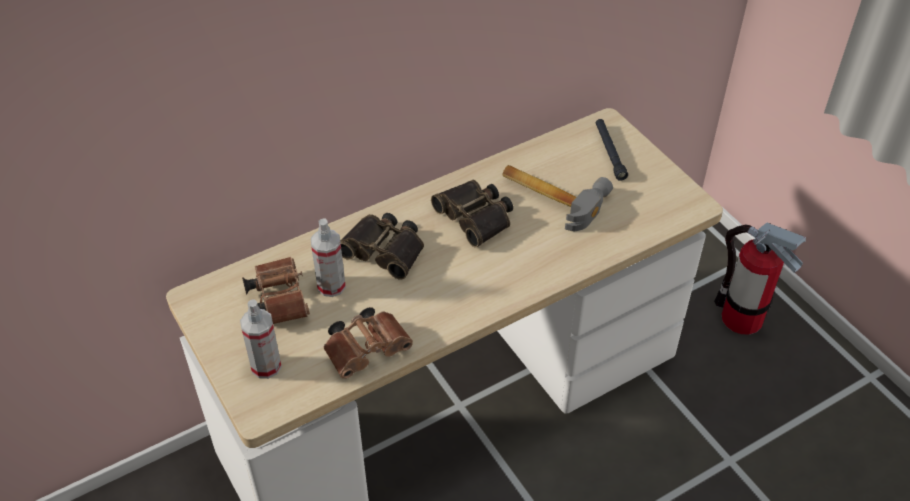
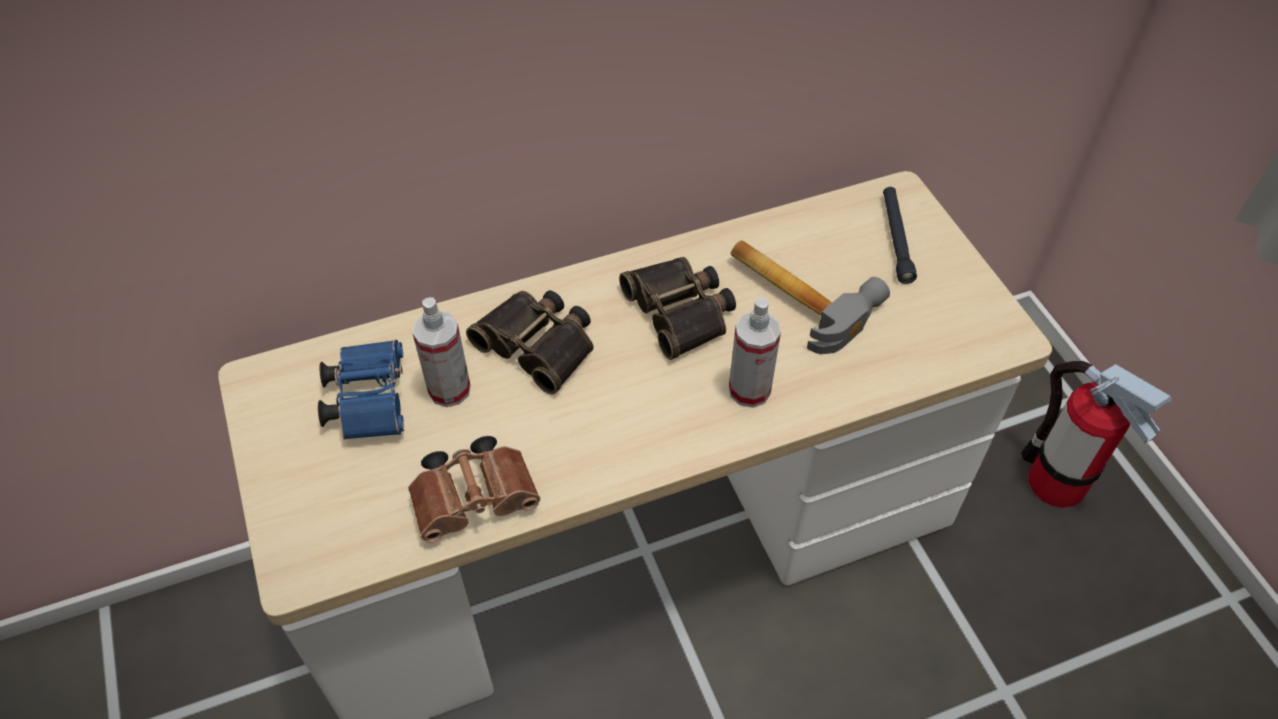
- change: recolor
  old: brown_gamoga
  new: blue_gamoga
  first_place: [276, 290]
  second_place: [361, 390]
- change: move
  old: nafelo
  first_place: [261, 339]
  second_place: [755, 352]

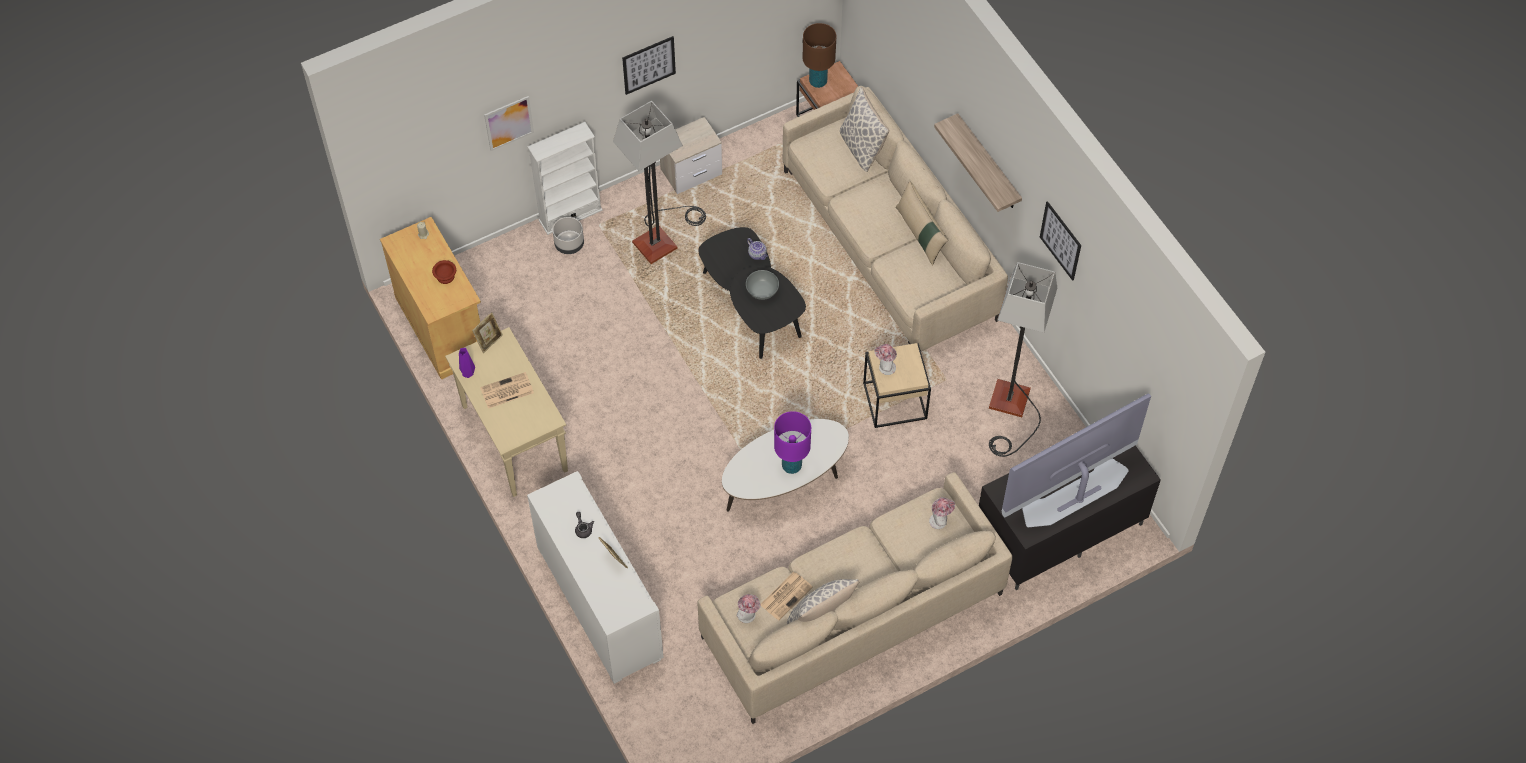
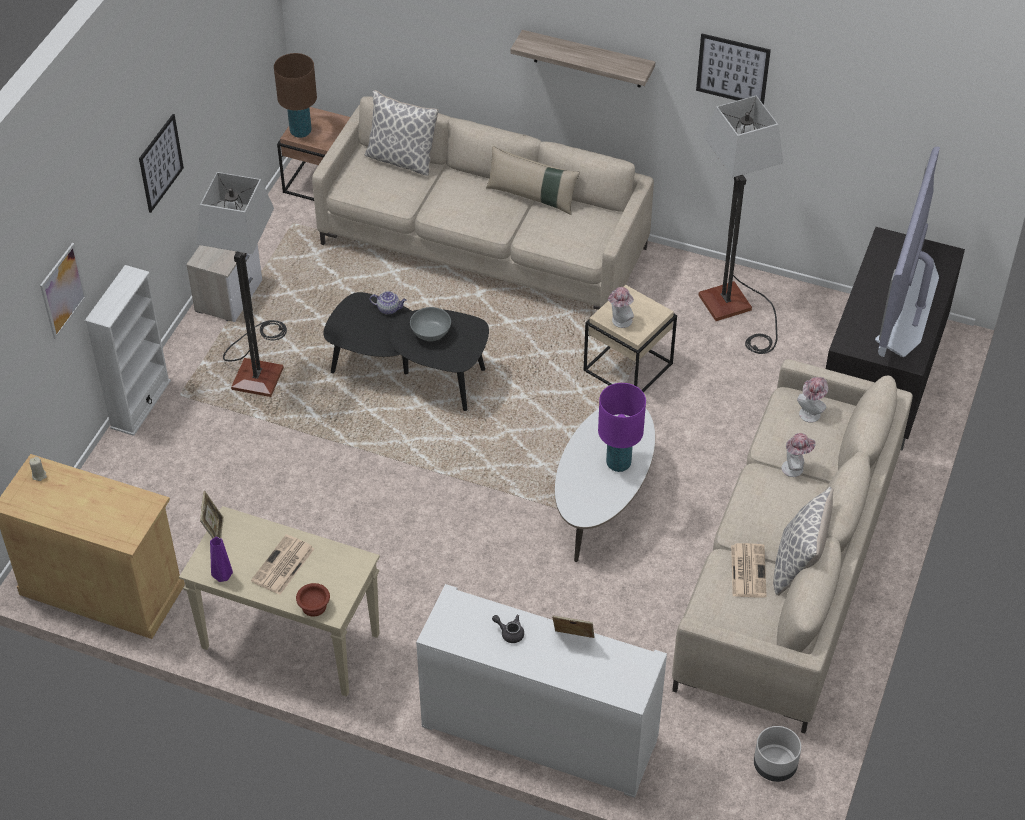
- change: move
  old: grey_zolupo
  first_place: [568, 235]
  second_place: [777, 754]
- change: move
  old: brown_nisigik
  first_place: [444, 272]
  second_place: [313, 600]
- change: move
  old: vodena
  first_place: [749, 608]
  second_place: [799, 455]

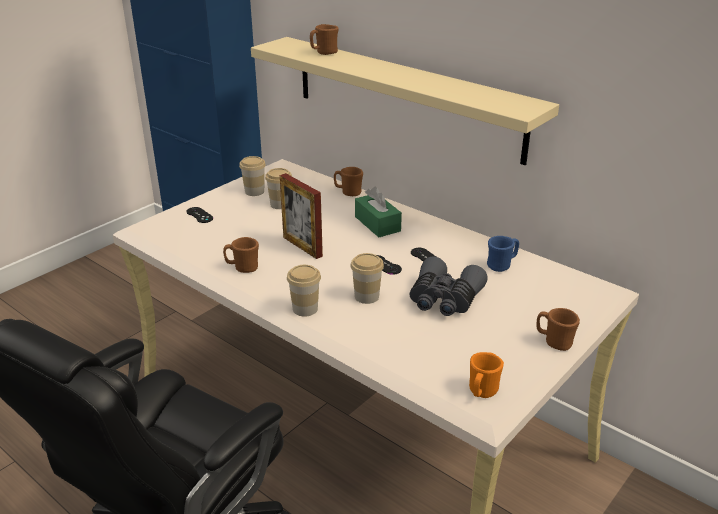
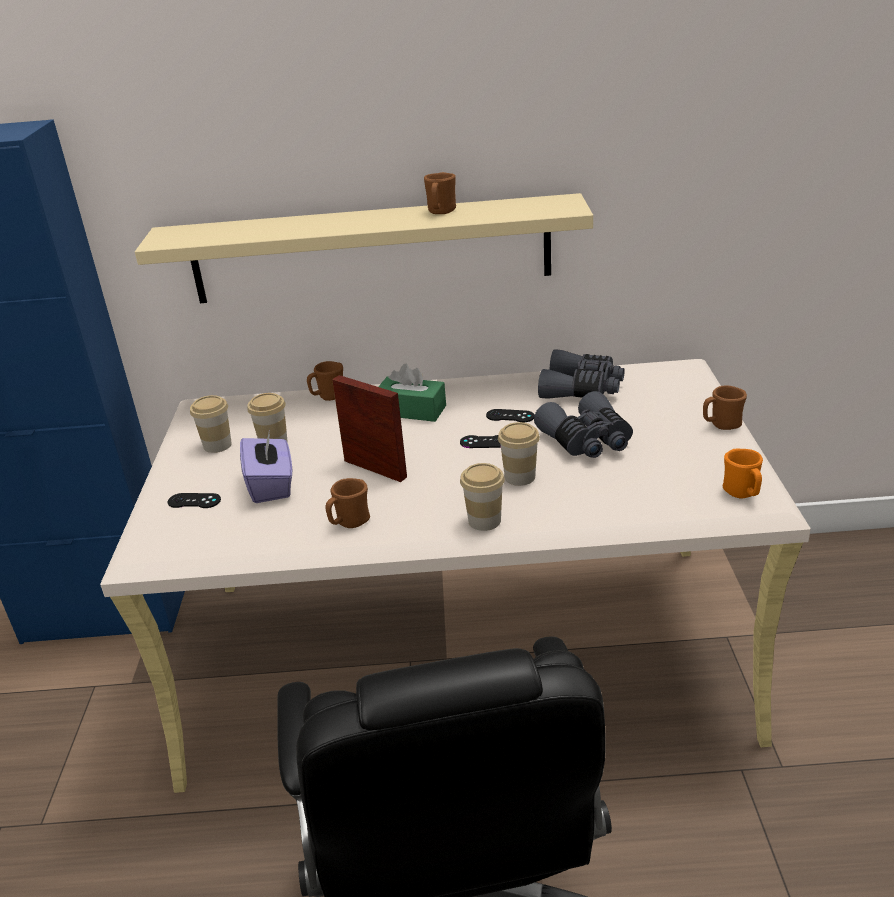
- change: move
  old: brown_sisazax
  first_place: [324, 39]
  second_place: [440, 193]
- change: rotate
  old: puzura
  first_place: [301, 216]
  second_place: [369, 428]
  degrees: -150
- change: replace
  old: blue_sisazax
  new: grey_gamoga
  first_place: [503, 254]
  second_place: [581, 374]
- change: insert
  new: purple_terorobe
  second_place: [266, 466]

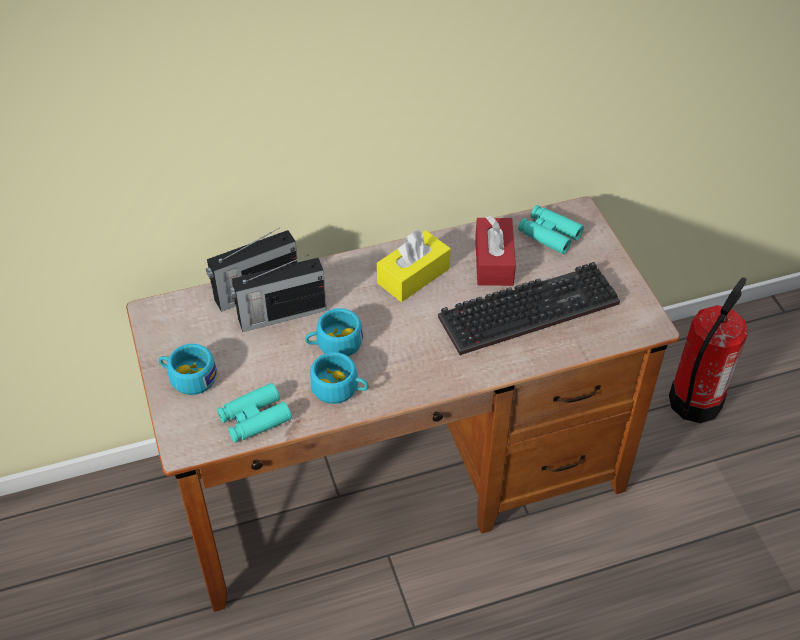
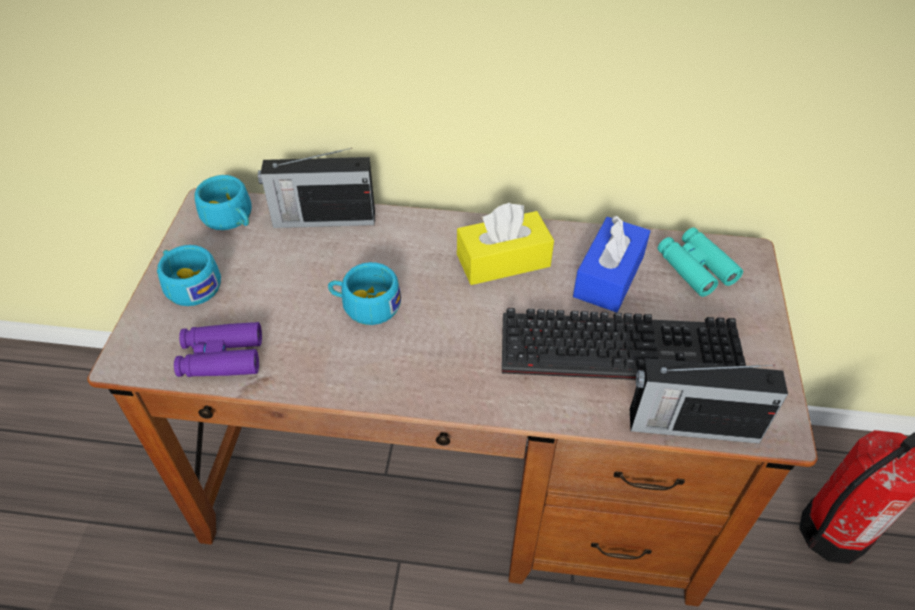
- change: recolor
  old: red_terorobe
  new: blue_terorobe
  first_place: [495, 251]
  second_place: [611, 264]
- change: move
  old: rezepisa
  first_place: [278, 293]
  second_place: [709, 401]
- change: move
  old: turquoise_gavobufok
  first_place: [339, 378]
  second_place: [223, 202]
- change: recolor
  old: turquoise_gamoga
  new: purple_gamoga
  first_place: [254, 413]
  second_place: [218, 349]

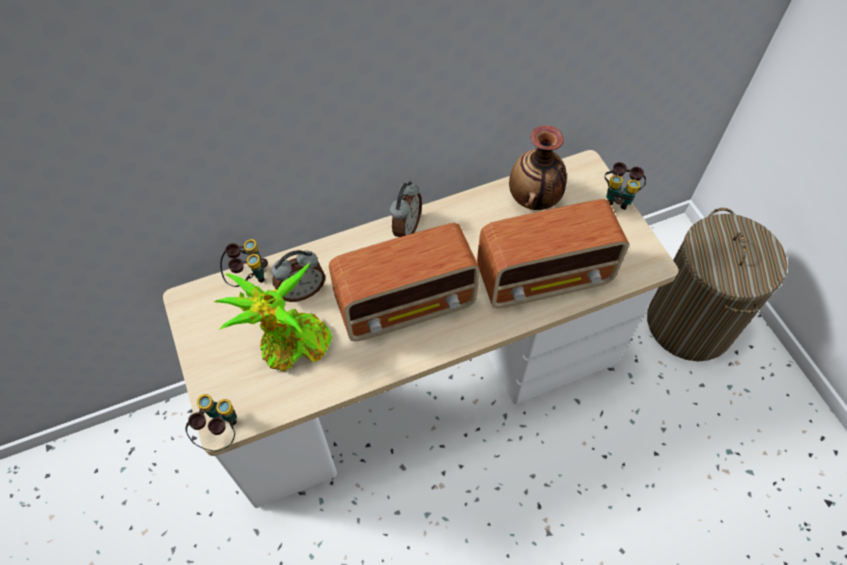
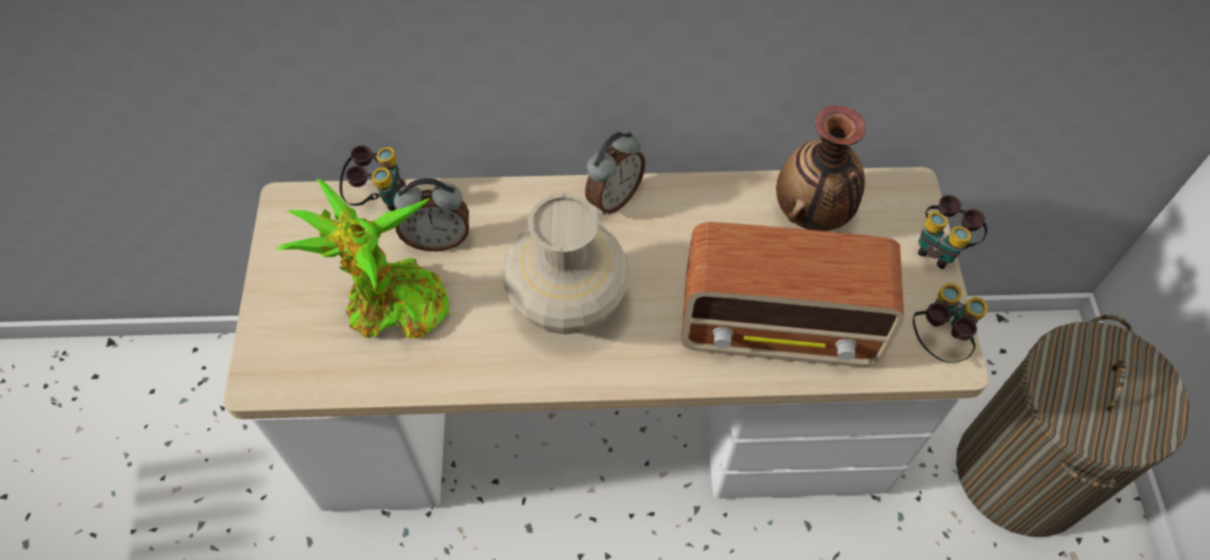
- change: replace
  old: rezepisa
  new: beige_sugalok
  first_place: [404, 282]
  second_place: [566, 263]
- change: move
  old: gamoga
  first_place: [211, 422]
  second_place: [950, 323]

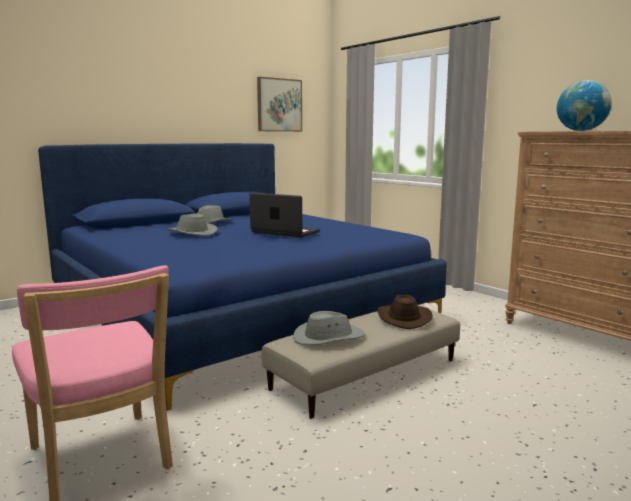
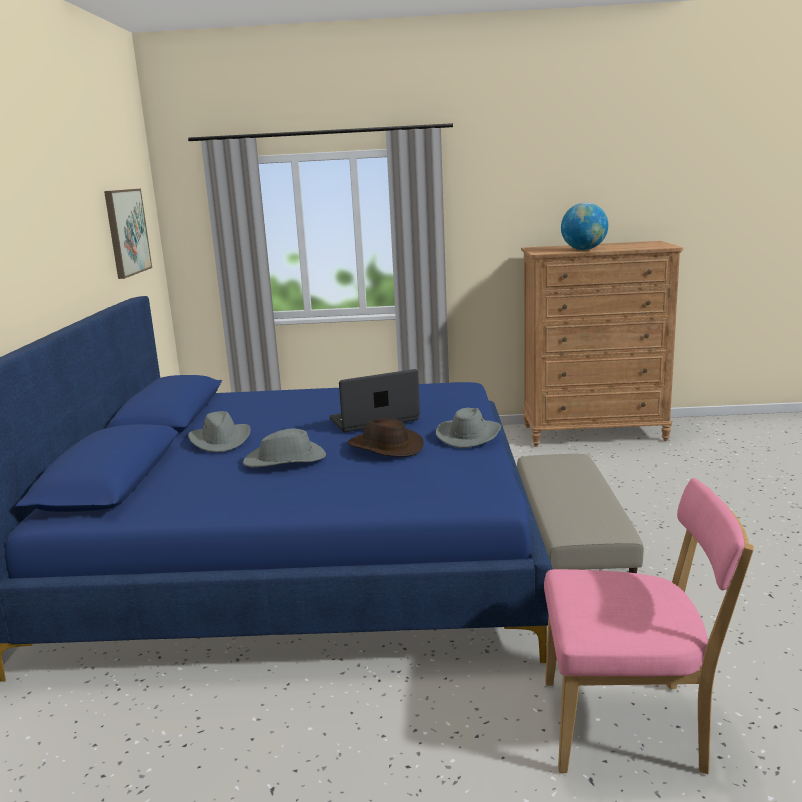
- change: move
  old: brown_vodena
  first_place: [405, 312]
  second_place: [385, 437]
- change: move
  old: grey_vodena
  first_place: [329, 328]
  second_place: [468, 428]

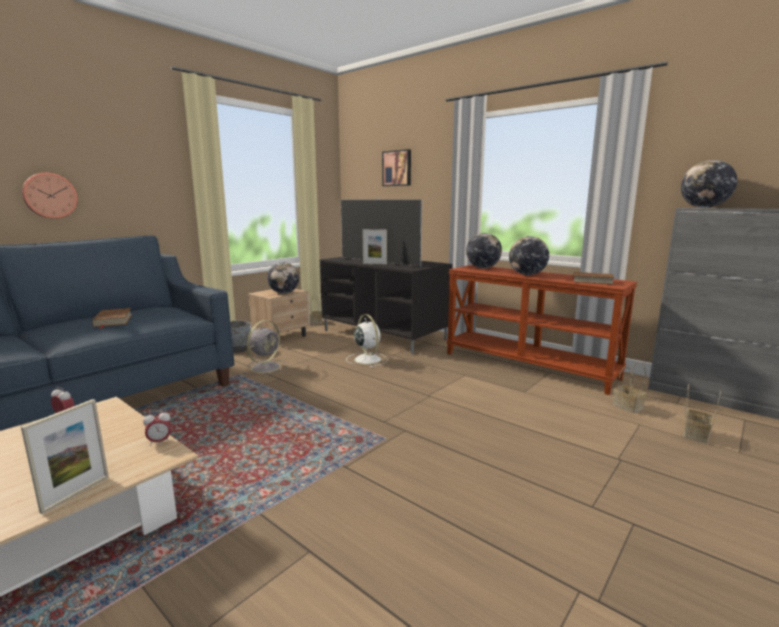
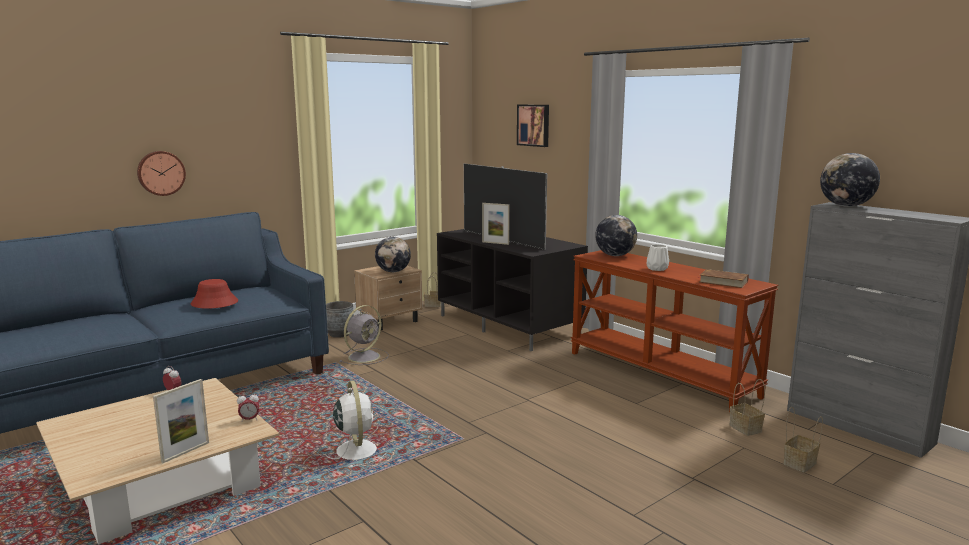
- change: replace
  old: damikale
  new: white_sugalok
  first_place: [529, 255]
  second_place: [658, 257]
- change: replace
  old: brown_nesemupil
  new: red_vodena
  first_place: [112, 318]
  second_place: [214, 294]
- change: move
  old: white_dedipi
  first_place: [367, 341]
  second_place: [356, 424]

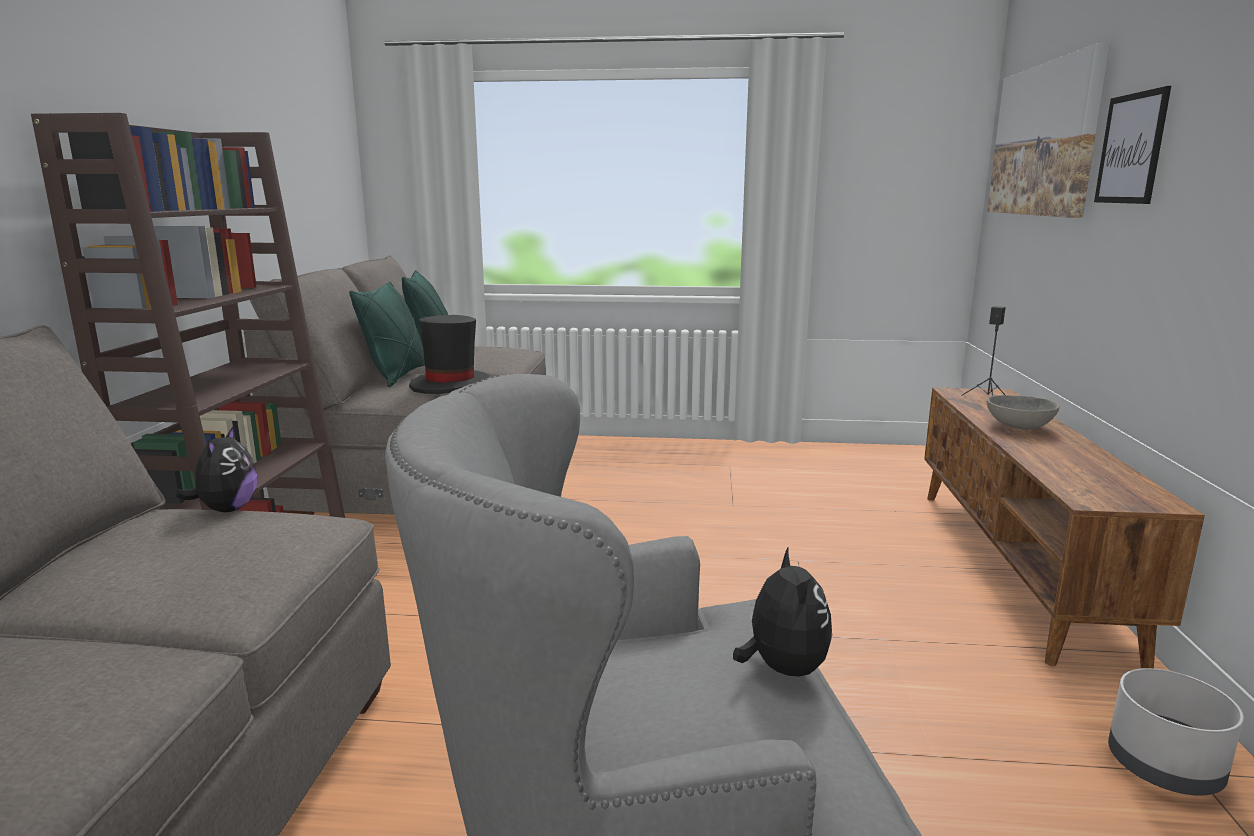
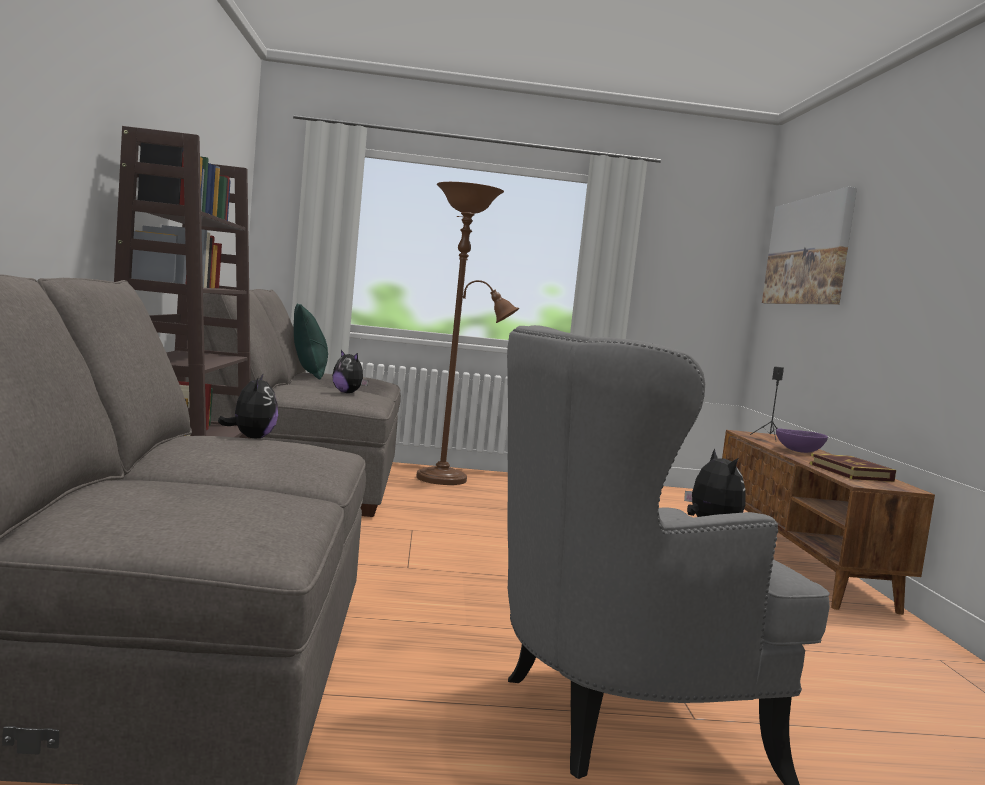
- change: delete
  old: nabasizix
  first_place: [1132, 145]
- change: delete
  old: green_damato
  first_place: [387, 334]
- change: replace
  old: black_vodena
  new: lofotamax
  first_place: [449, 354]
  second_place: [350, 371]
- change: recolor
  old: grey_nisigik
  new: purple_nisigik
  first_place: [1023, 412]
  second_place: [802, 440]
- change: delete
  old: grey_zolupo
  first_place: [1176, 732]
- change: insert
  new: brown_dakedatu
  second_place: [467, 333]
- change: insert
  new: nesemupil
  second_place: [853, 467]

